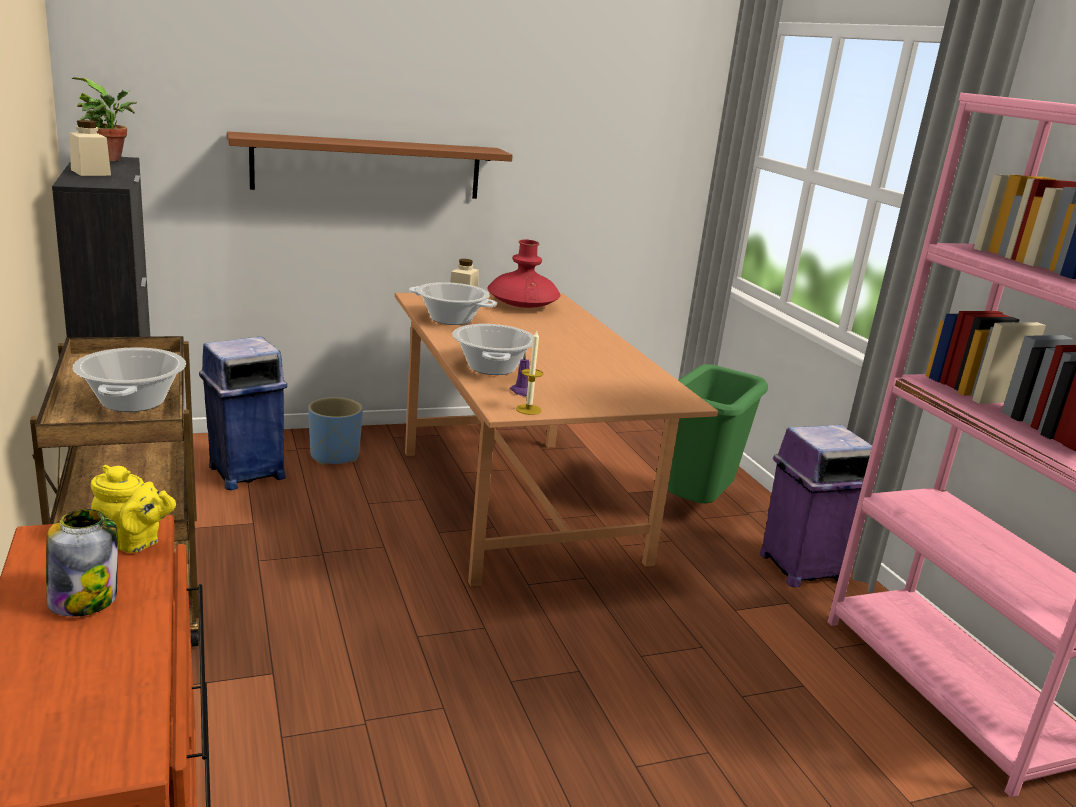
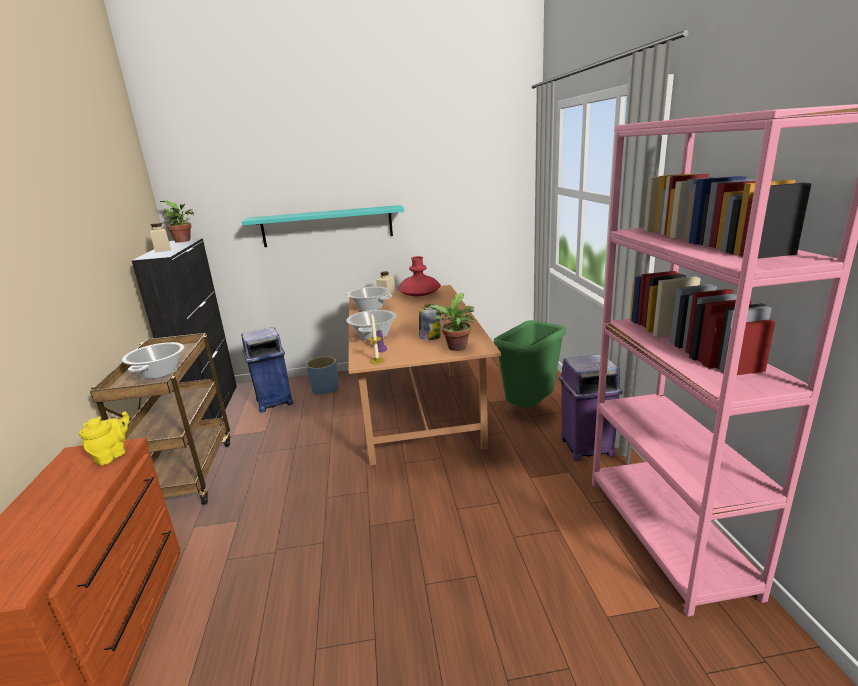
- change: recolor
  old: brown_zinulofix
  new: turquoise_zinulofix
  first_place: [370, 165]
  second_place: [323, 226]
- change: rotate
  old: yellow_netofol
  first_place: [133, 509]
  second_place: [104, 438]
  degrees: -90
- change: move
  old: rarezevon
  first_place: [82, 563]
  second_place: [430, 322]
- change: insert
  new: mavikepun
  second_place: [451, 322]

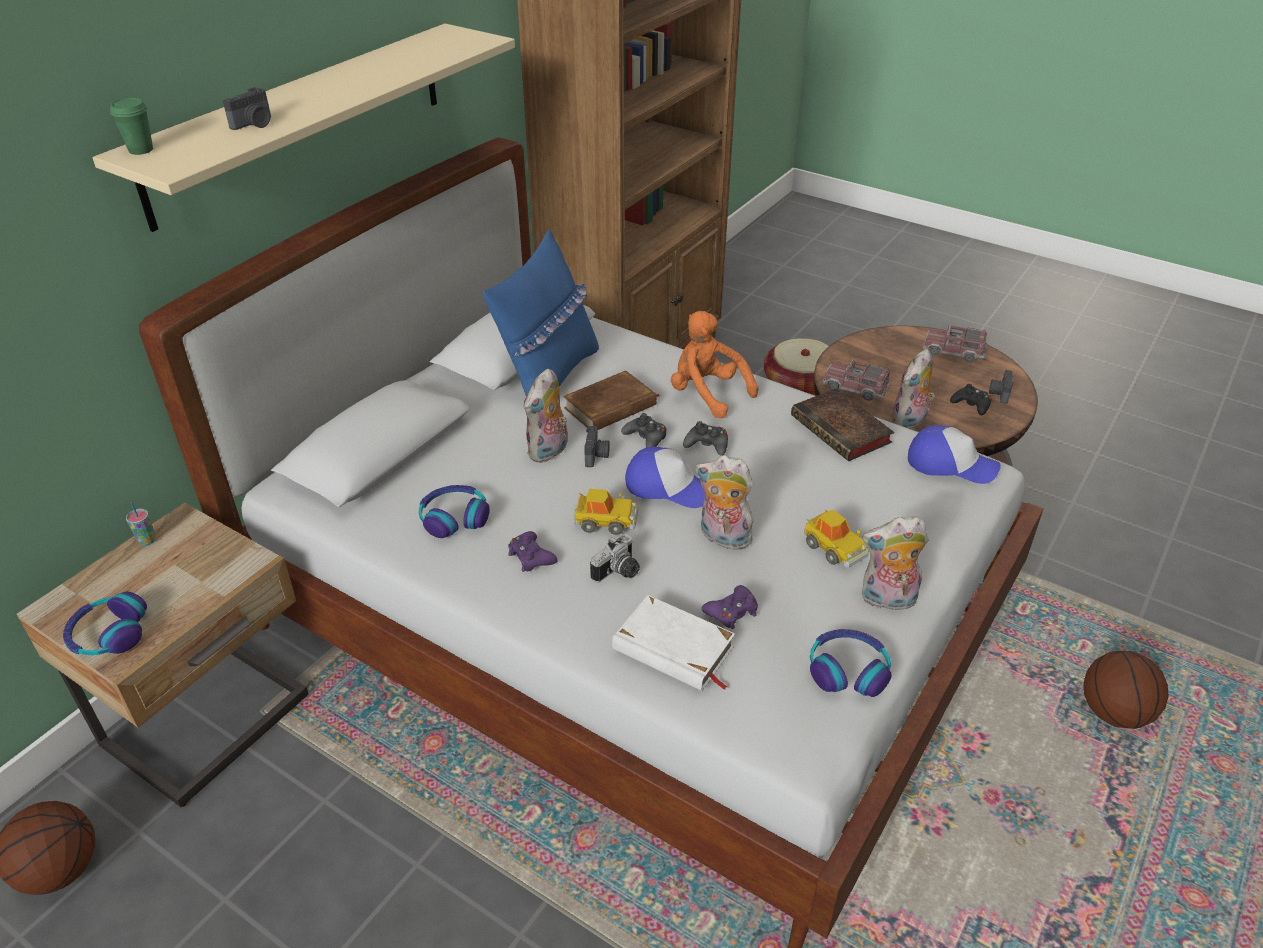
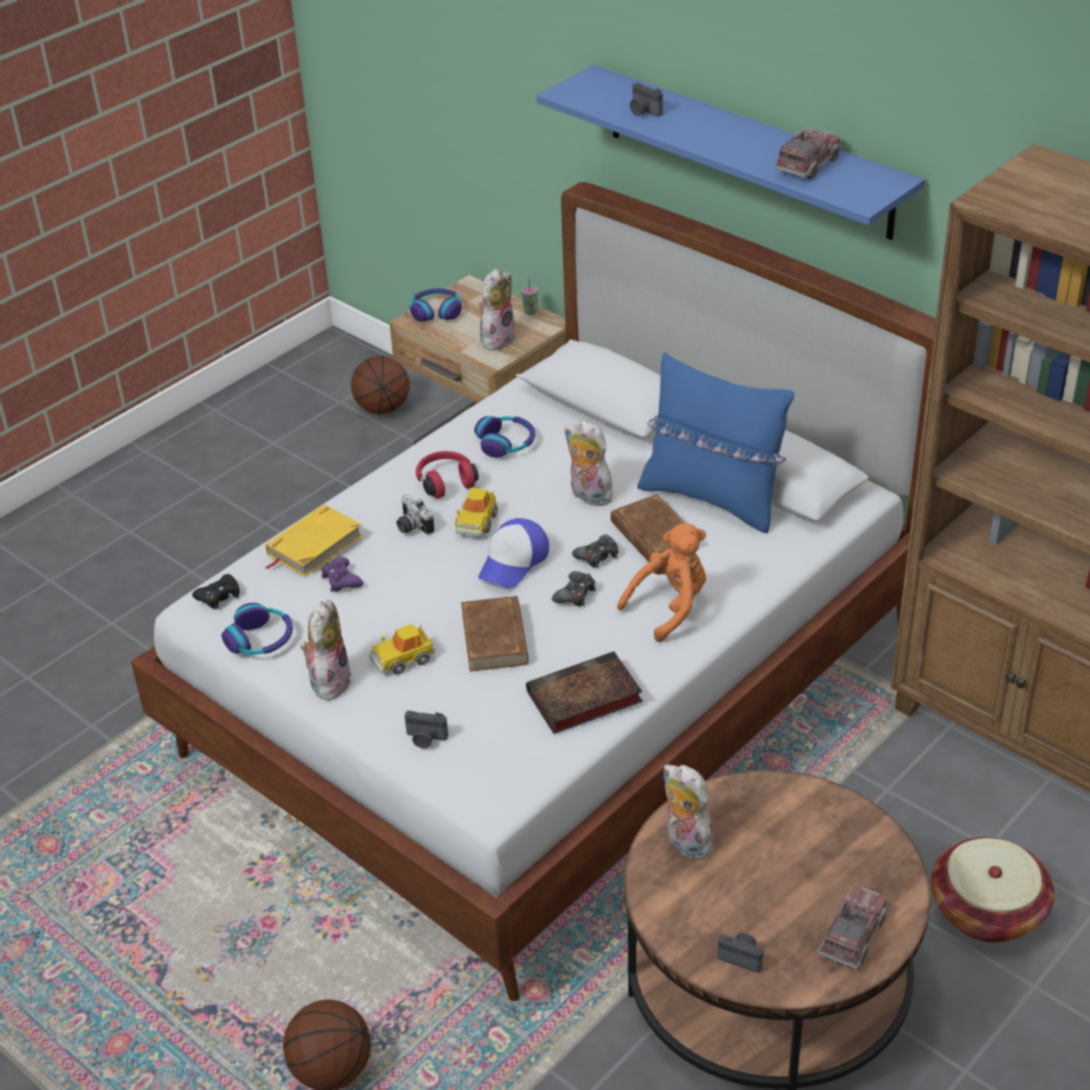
- change: recolor
  old: beige_zinulofix
  new: blue_zinulofix
  first_place: [303, 127]
  second_place: [730, 152]
- change: delete
  old: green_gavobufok
  first_place: [131, 126]
- change: move
  old: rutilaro
  first_place: [856, 380]
  second_place: [808, 154]
- change: move
  old: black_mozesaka
  first_place: [970, 400]
  second_place: [216, 591]
- change: delete
  old: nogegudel
  first_place: [954, 454]
- change: move
  old: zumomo
  first_place: [597, 446]
  second_place: [426, 729]
- change: move
  old: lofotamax
  first_place: [725, 503]
  second_place: [497, 310]
- change: replace
  old: purple_mozesaka
  new: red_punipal
  first_place: [533, 551]
  second_place: [447, 474]
- change: recolor
  old: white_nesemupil
  new: yellow_nesemupil
  first_place: [673, 643]
  second_place: [313, 540]
- change: insert
  new: brown_nesemupil
  second_place: [495, 634]

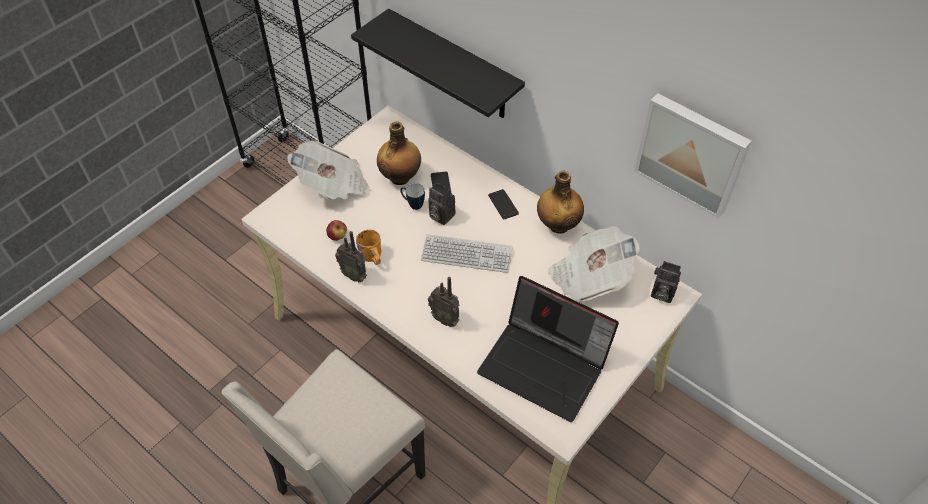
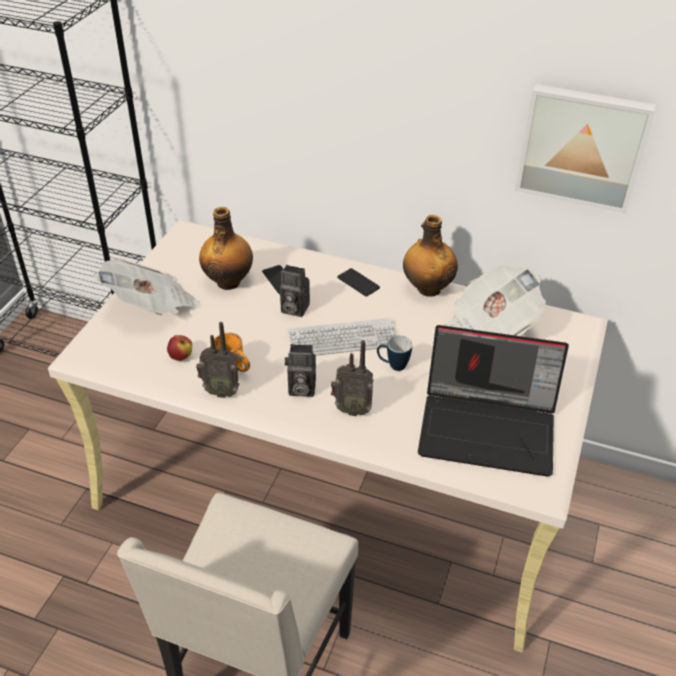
- change: delete
  old: black_zinulofix
  first_place: [438, 63]
- change: move
  old: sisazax
  first_place: [412, 196]
  second_place: [394, 353]
- change: move
  old: zumomo
  first_place: [666, 282]
  second_place: [300, 370]

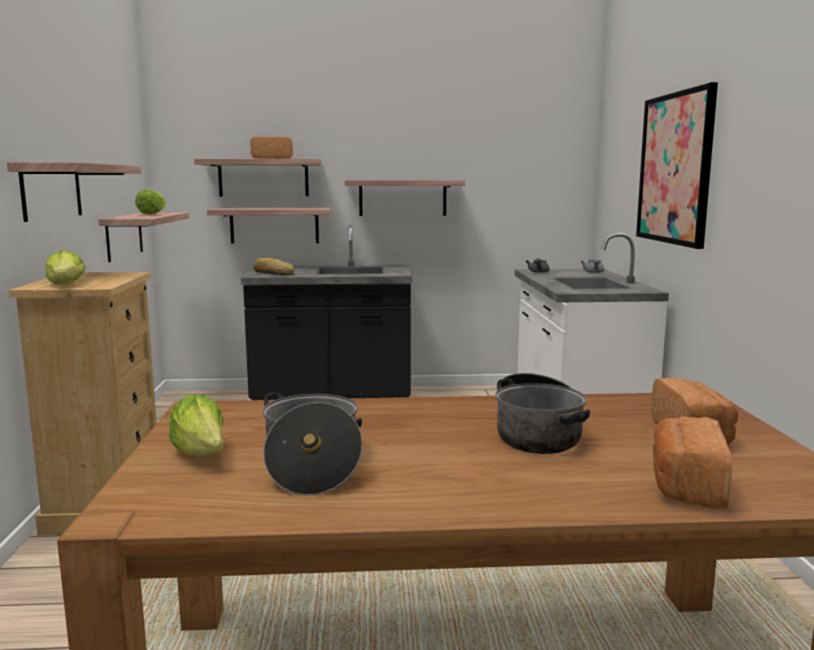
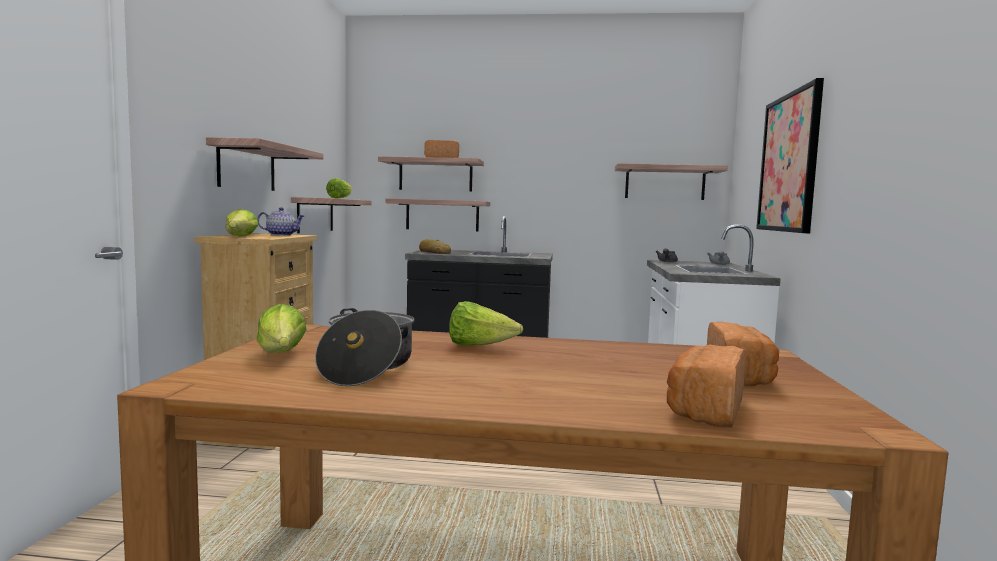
- change: move
  old: zinulofix
  first_place: [405, 198]
  second_place: [671, 181]
- change: delete
  old: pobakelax
  first_place: [542, 413]
- change: insert
  new: netofol
  second_place: [281, 221]
- change: insert
  new: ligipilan
  second_place: [486, 323]

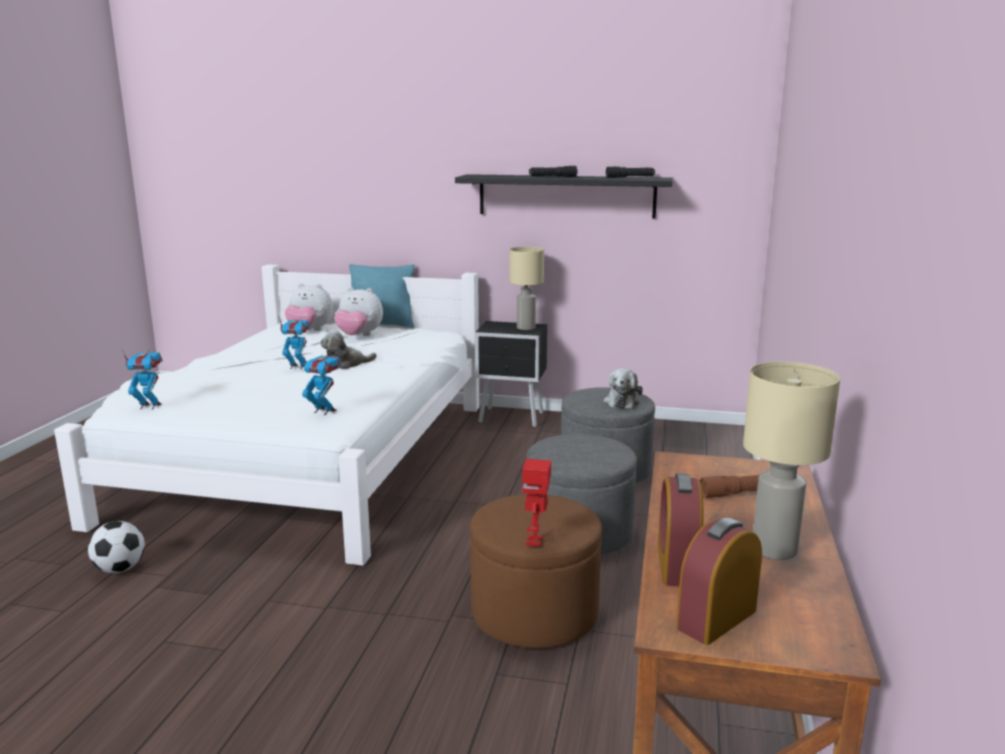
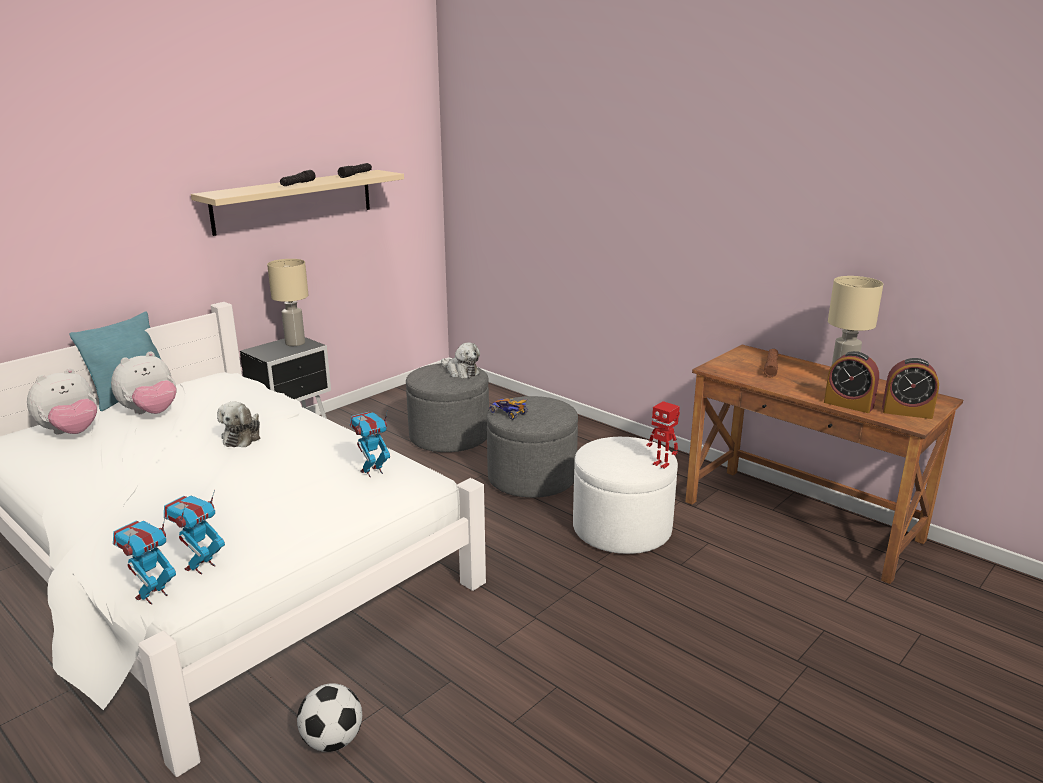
- change: recolor
  old: black_zinulofix
  new: beige_zinulofix
  first_place: [564, 196]
  second_place: [297, 203]
- change: move
  old: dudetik
  first_place: [294, 343]
  second_place: [144, 561]
- change: recolor
  old: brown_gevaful
  new: white_gevaful
  first_place: [536, 571]
  second_place: [625, 495]
- change: rotate
  old: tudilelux
  first_place: [719, 581]
  second_place: [910, 388]
  degrees: -60
- change: insert
  new: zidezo
  second_place: [509, 409]

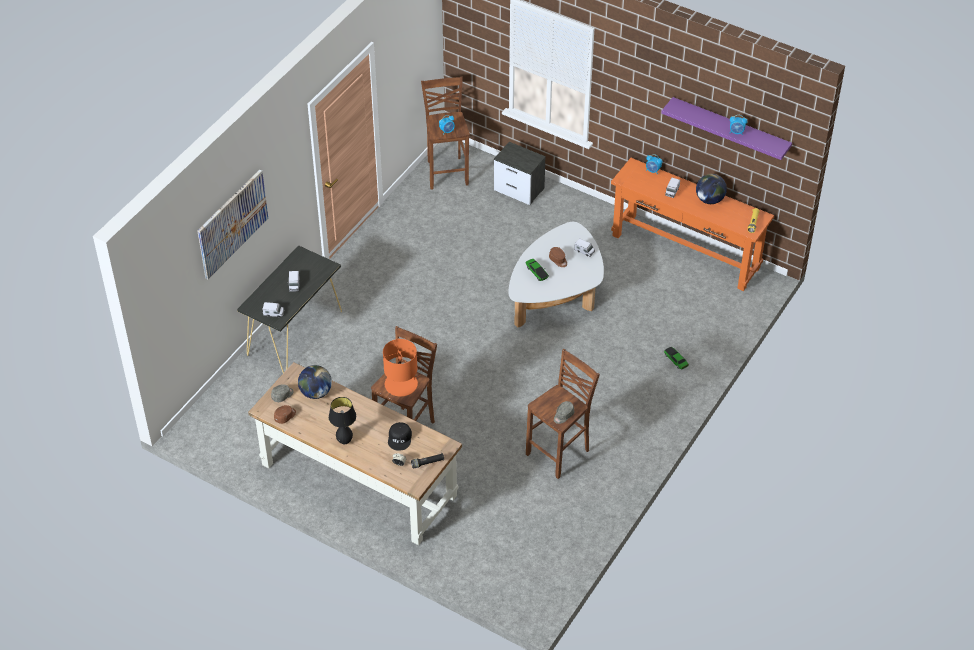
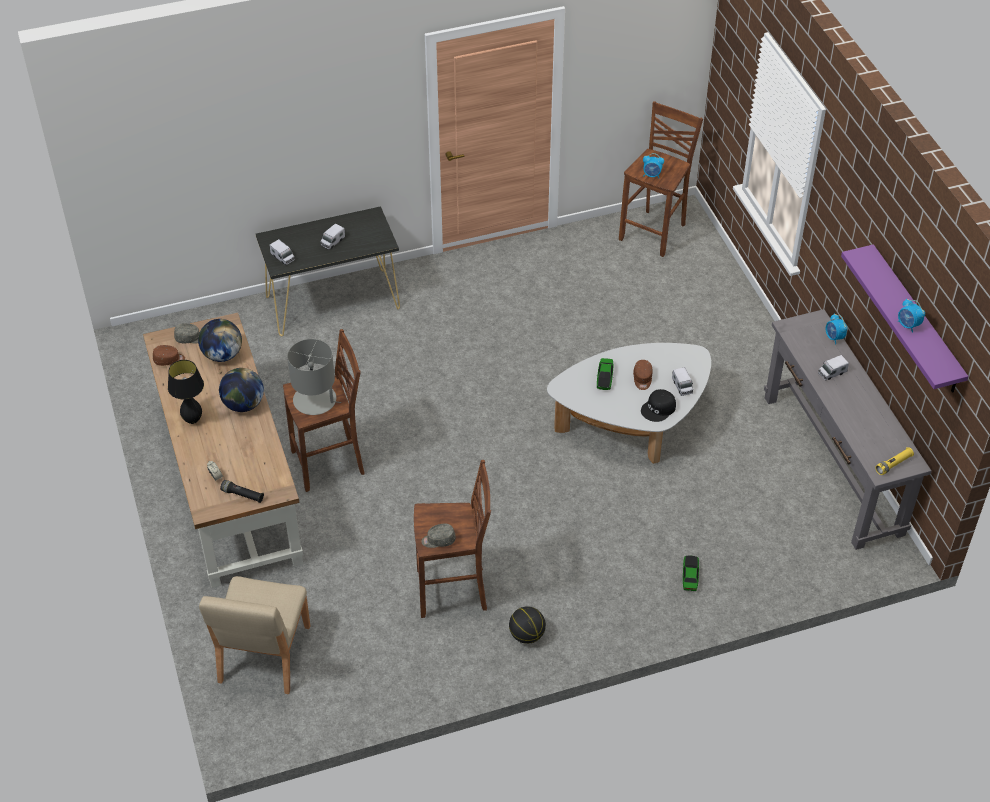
- change: delete
  old: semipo
  first_place: [520, 173]
- change: recolor
  old: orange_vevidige
  new: grey_vevidige
  first_place: [692, 224]
  second_place: [848, 429]
- change: delete
  old: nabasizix
  first_place: [232, 224]
- change: move
  old: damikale
  first_place: [711, 189]
  second_place: [241, 390]
- change: recolor
  old: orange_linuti
  new: grey_linuti
  first_place: [401, 368]
  second_place: [314, 377]
- change: move
  old: black_nogegudel
  first_place: [400, 436]
  second_place: [658, 405]
- change: insert
  new: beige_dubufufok
  second_place: [254, 635]
- change: insert
  new: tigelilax
  second_place: [527, 625]

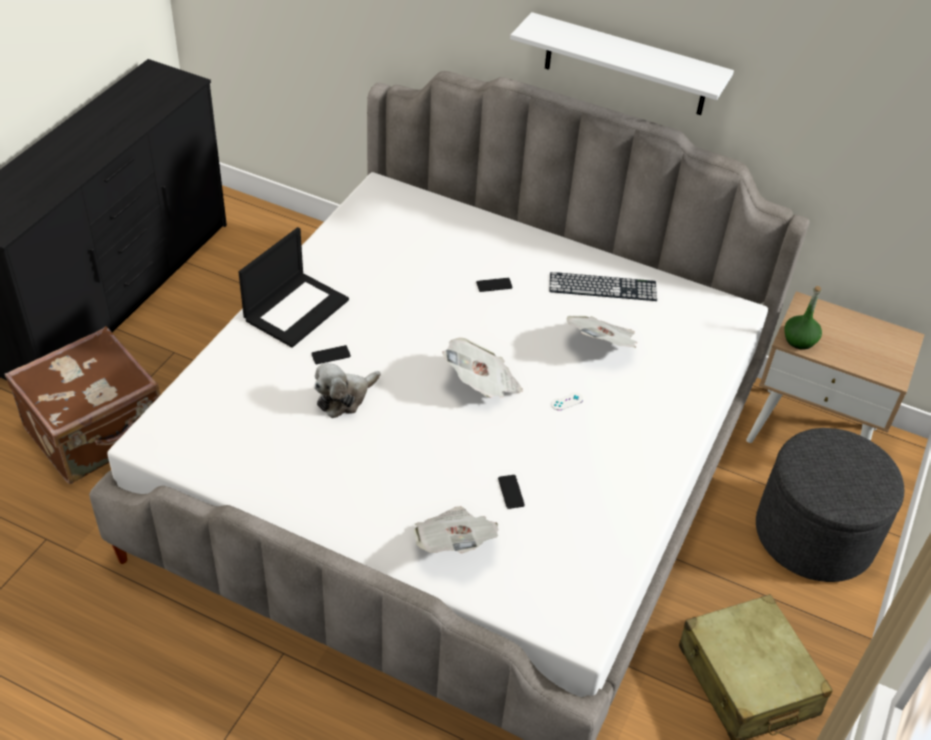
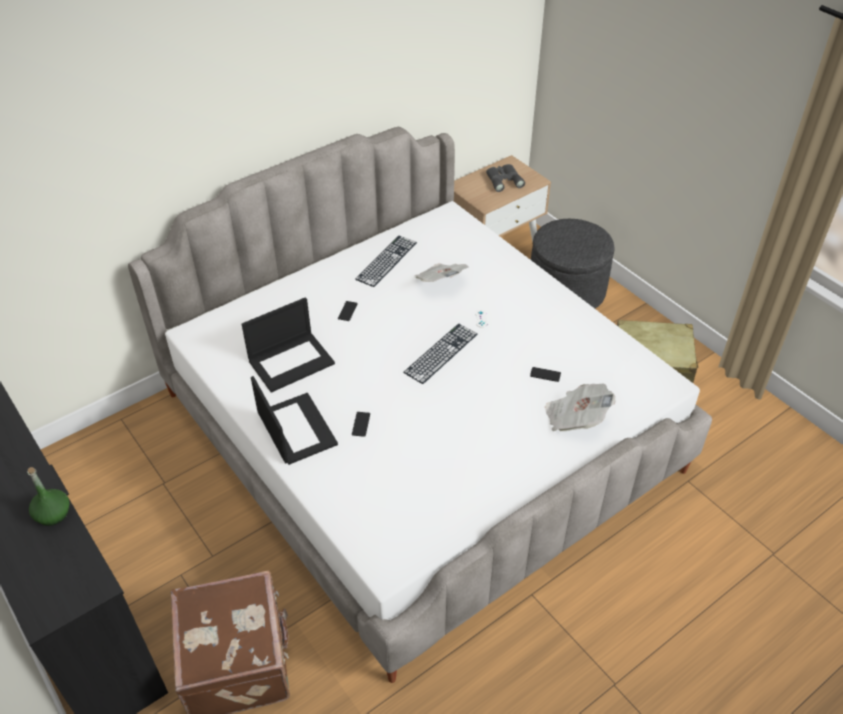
- change: delete
  old: white_zinulofix
  first_place: [622, 63]
- change: move
  old: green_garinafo
  first_place: [803, 318]
  second_place: [48, 496]
- change: replace
  old: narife
  new: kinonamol
  first_place: [482, 368]
  second_place: [440, 354]
- change: delete
  old: lofotamax
  first_place: [347, 390]
- change: insert
  new: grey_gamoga
  second_place: [505, 178]
- change: insert
  new: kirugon
  second_place: [288, 345]

